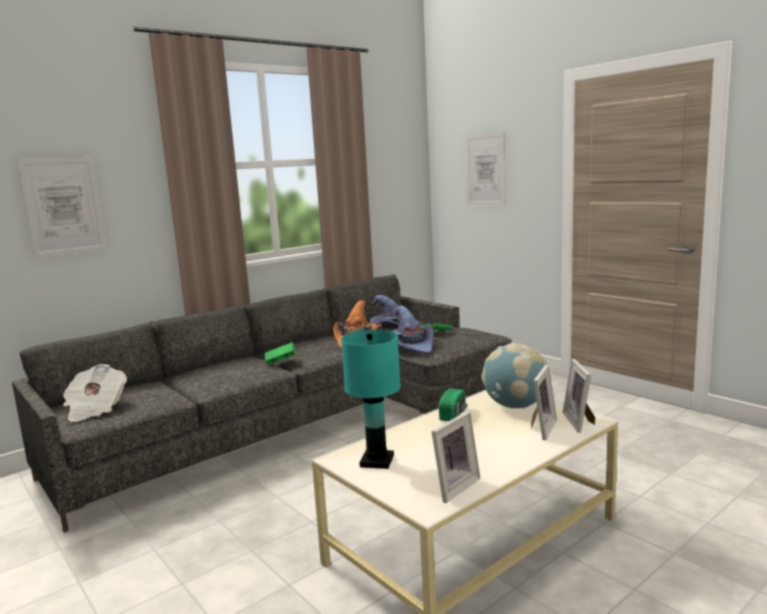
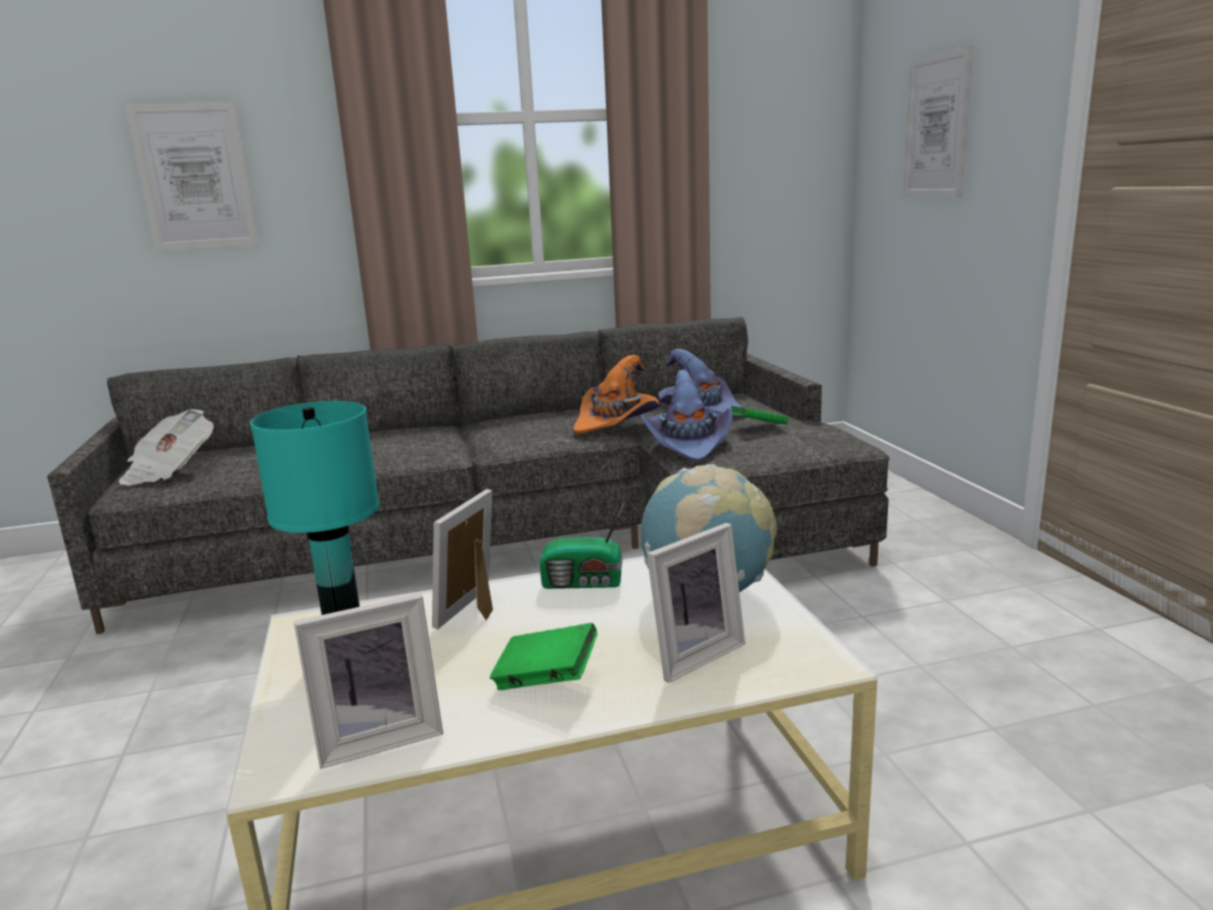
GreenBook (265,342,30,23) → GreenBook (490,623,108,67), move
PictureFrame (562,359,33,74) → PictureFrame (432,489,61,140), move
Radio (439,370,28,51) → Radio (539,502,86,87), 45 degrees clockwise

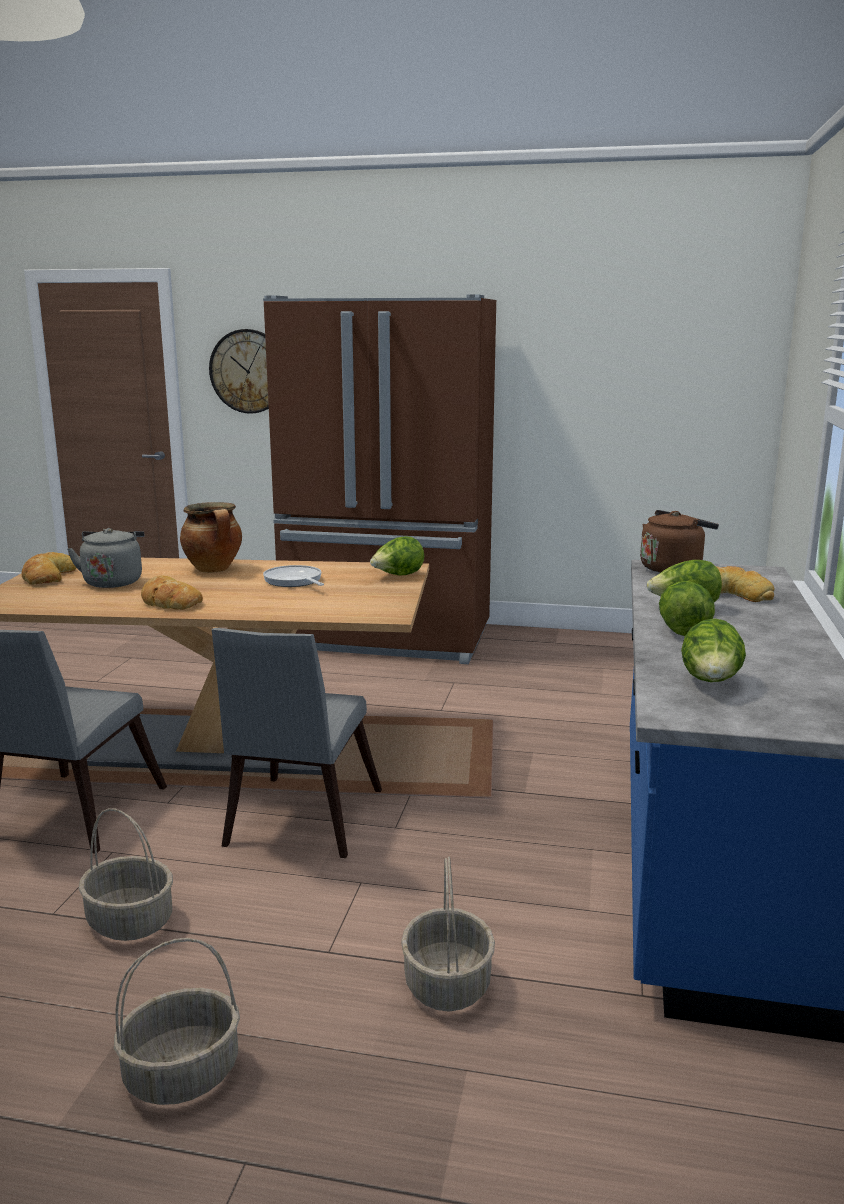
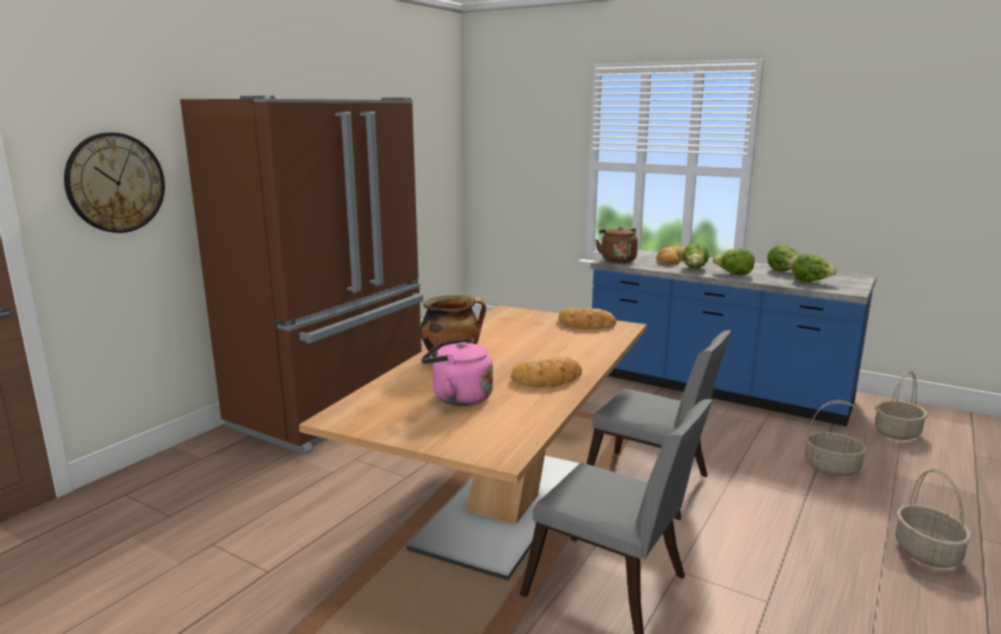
FryingPan (263,565,61,22) → -
Bread (21,552,55,33) → Bread (559,307,57,22), move
Basket (79,808,94,133) → Basket (875,371,52,69), move
Lettuce (370,536,54,39) → Lettuce (767,245,32,26), move
GreyKettle (67,528,77,60) → PinkKettle (421,338,72,68)

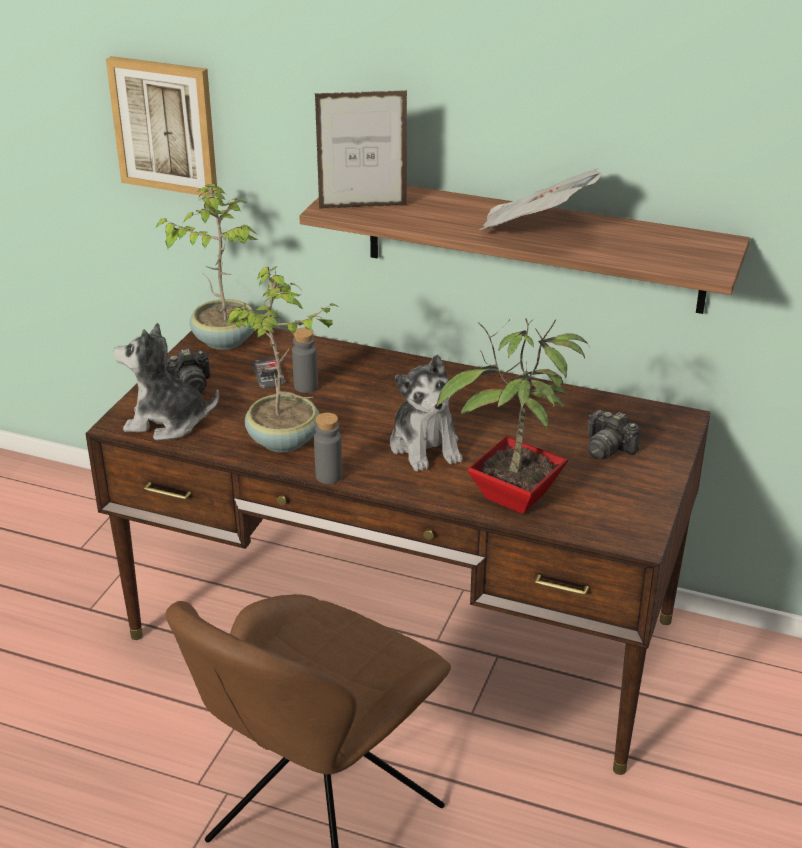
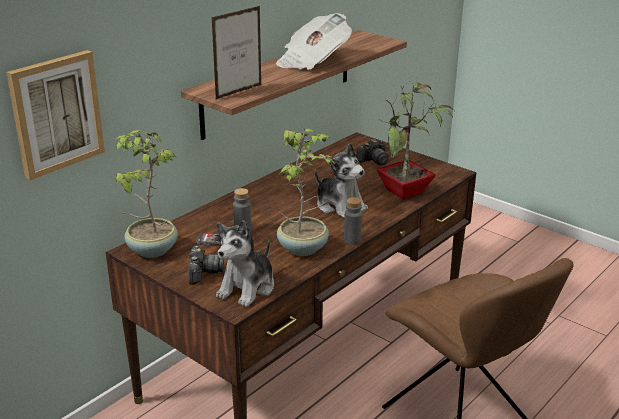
PictureFrame (314,90,93,119) → PictureFrame (212,6,50,93), 150 degrees counterclockwise
PlushToy (390,355,73,116) → PlushToy (315,143,53,75), 45 degrees clockwise

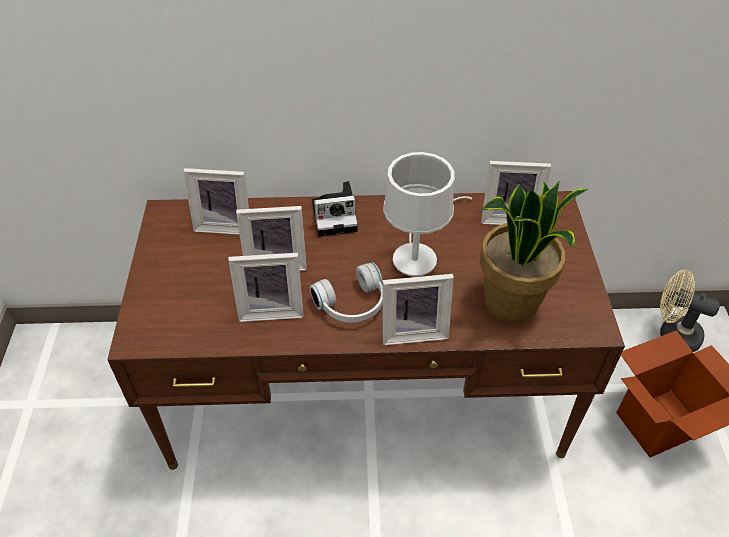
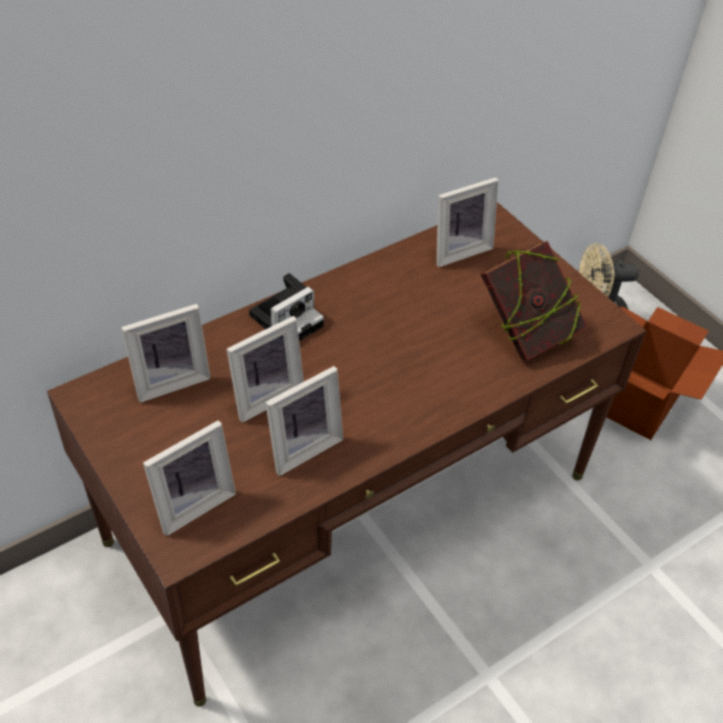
WhiteHeadphones (310,262,73,61) → -
WhiteTableLamp (383,152,89,125) → -
PictureFrame (383,274,71,71) → PictureFrame (143,420,93,116), move
PottedPlant (480,181,108,142) → Book (480,241,108,119)

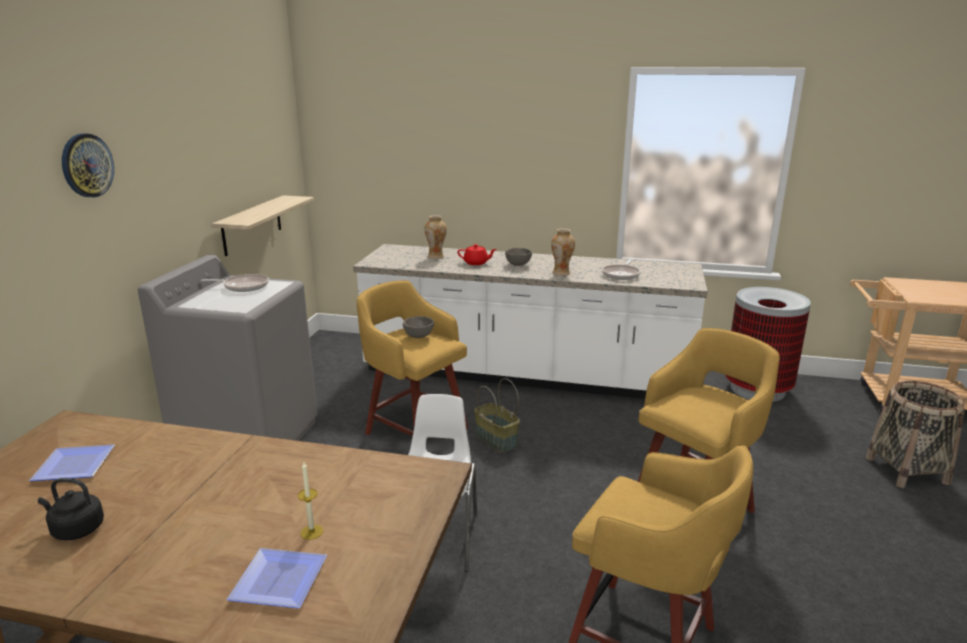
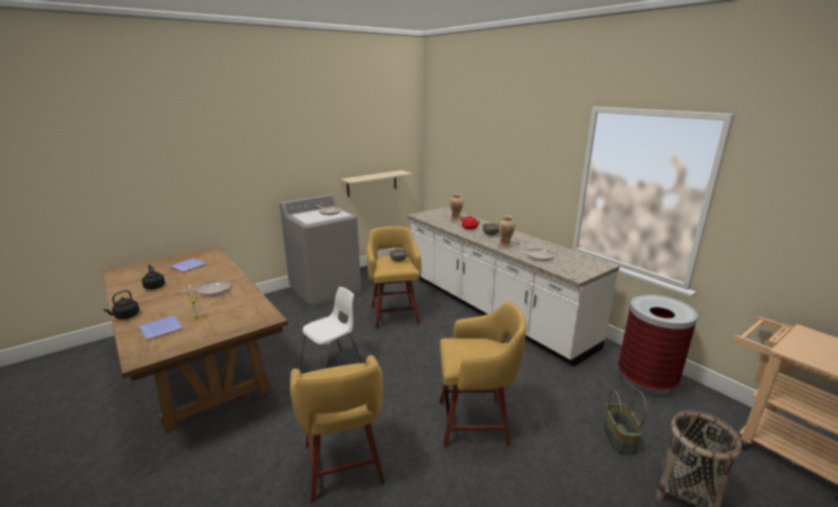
WallClock (62,133,52,64) → -
- → BlackKettle (103,290,36,29)
- → FryingPan (178,280,53,16)
Basket (474,378,46,74) → Basket (603,390,44,64), move

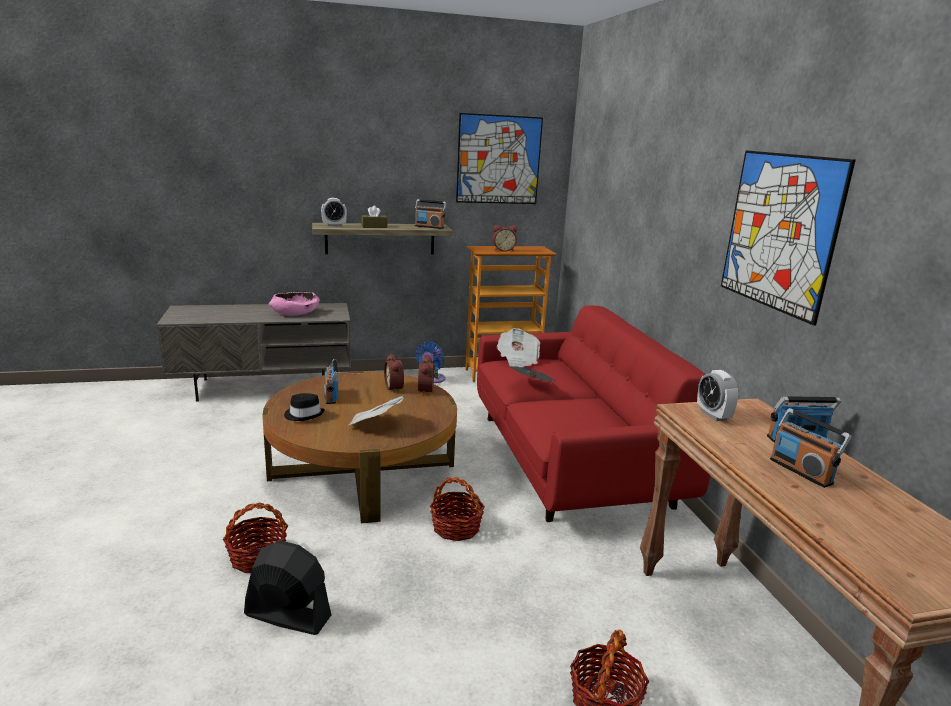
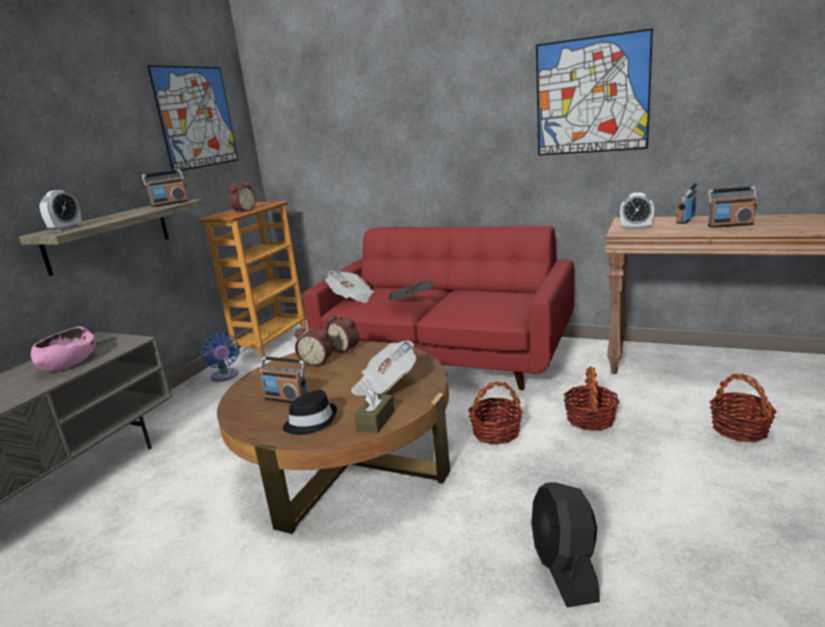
Basket (223,503,65,70) → Basket (563,367,56,64), move
BrownTissueBox (361,205,27,23) → BrownTissueBox (354,387,40,46), move
BlackFan (244,541,88,94) → BlackFan (531,482,69,125), 60 degrees counterclockwise

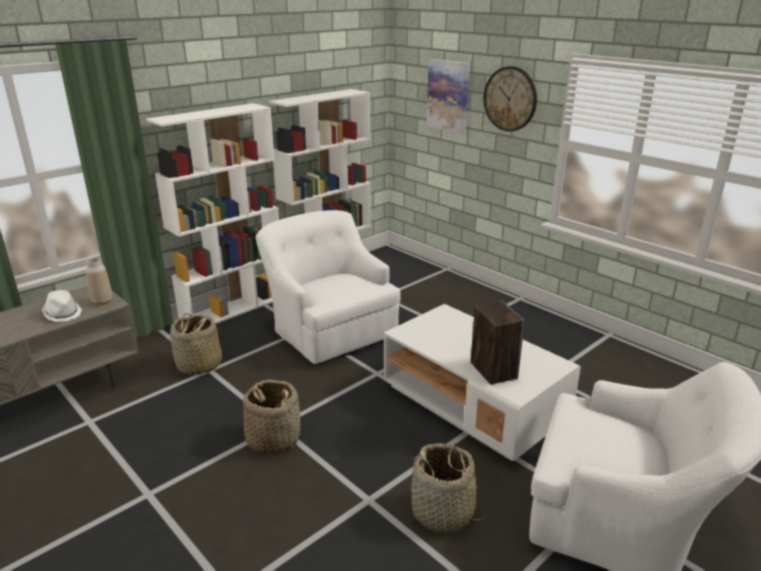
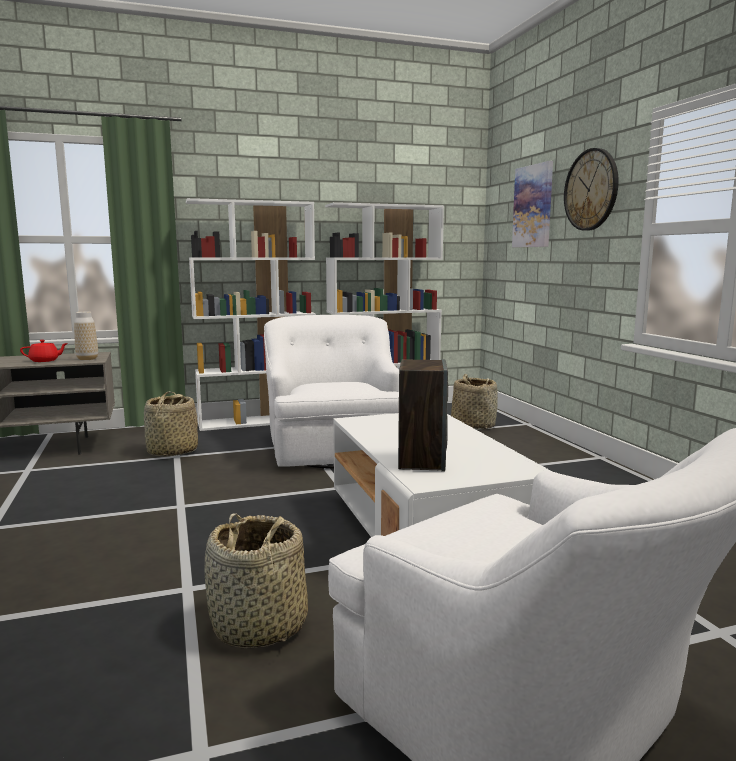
Basket (243,380,57,74) → Basket (451,374,47,56), move
WhiteHat (42,290,40,32) → RedTeapot (20,340,48,22)

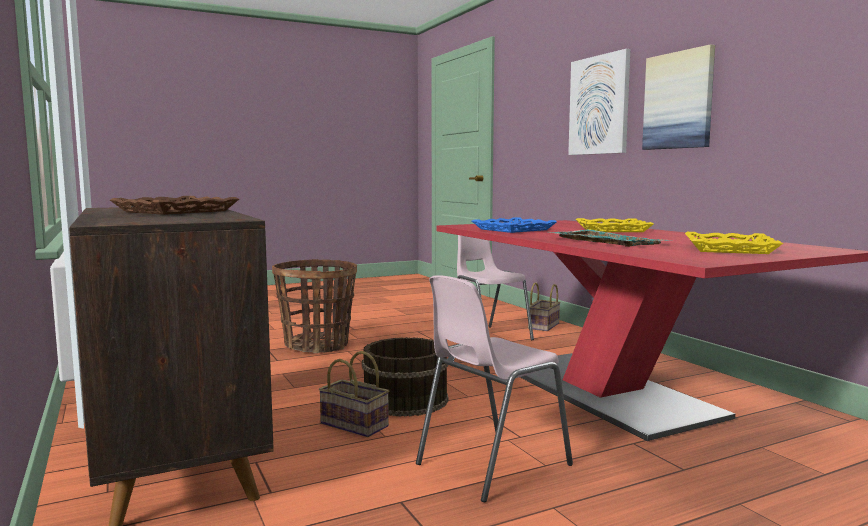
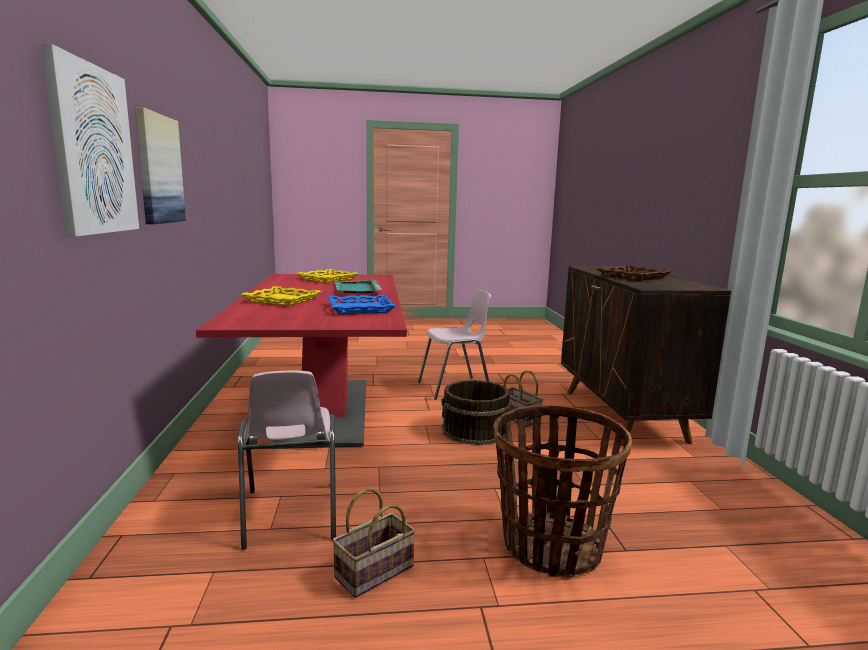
Basket (528,283,33,48) → Basket (332,488,84,110), move

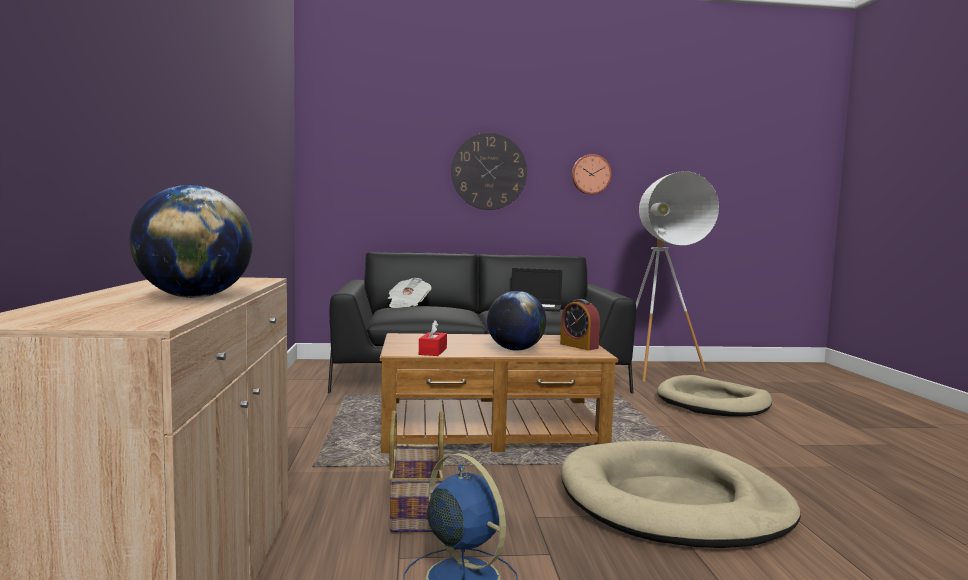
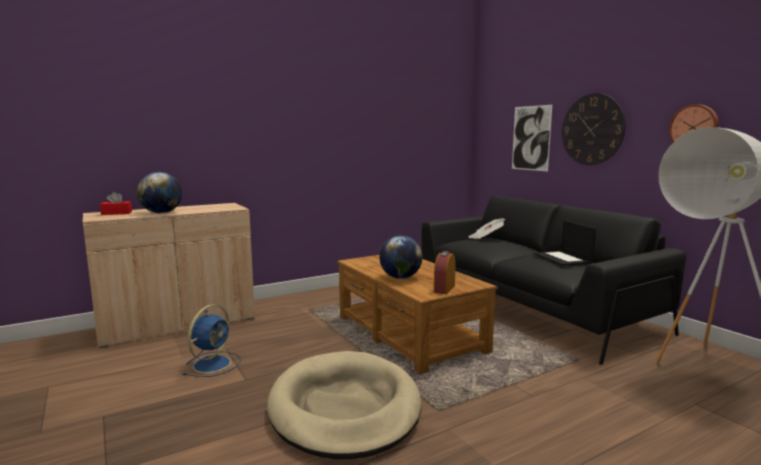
Basket (389,411,55,122) → -
BeigeDogBed (657,375,115,42) → -
- → Picture (512,105,41,66)
RedTissueBox (419,320,28,36) → RedTissueBox (100,192,32,23), move

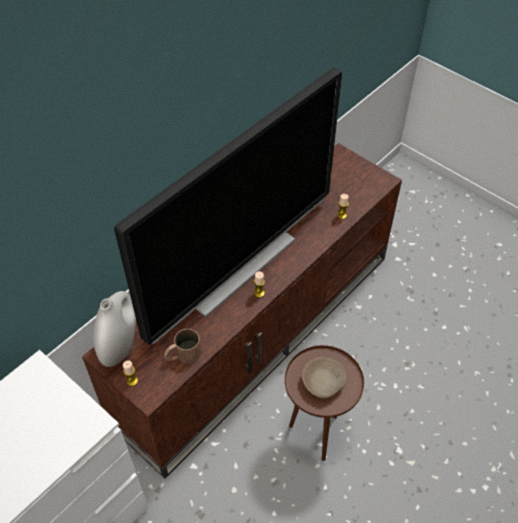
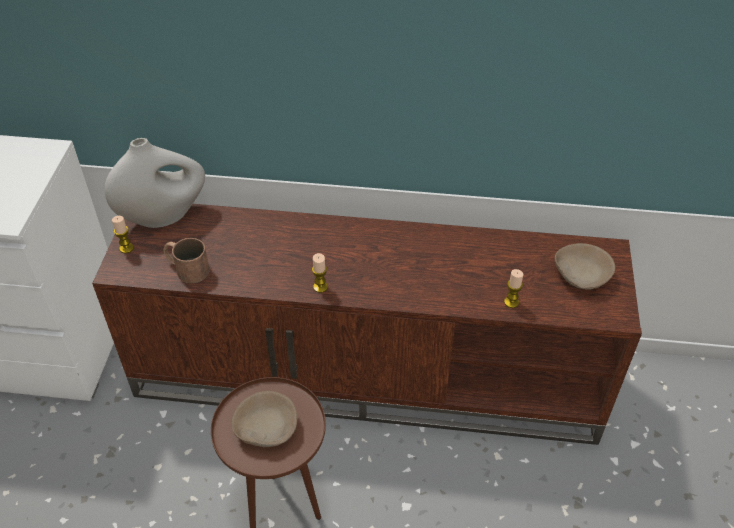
Television (114,68,228,277) → -
- → BeigeBowl (555,243,60,46)

